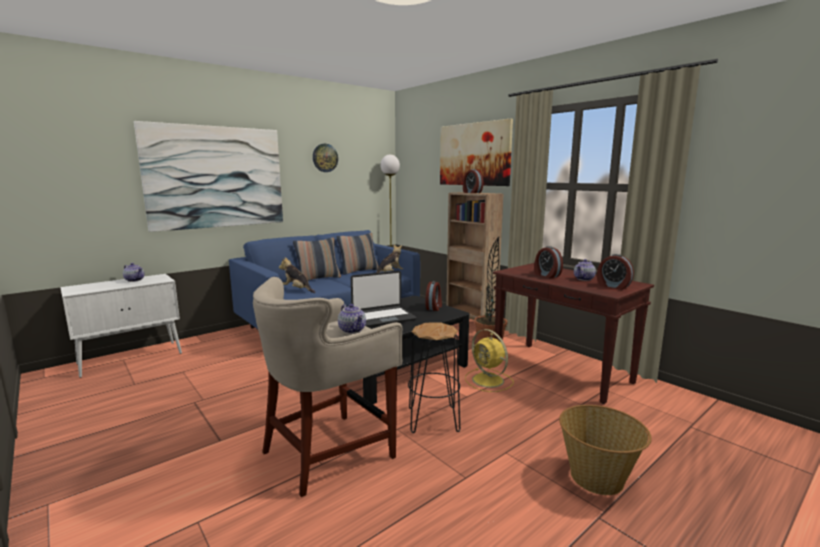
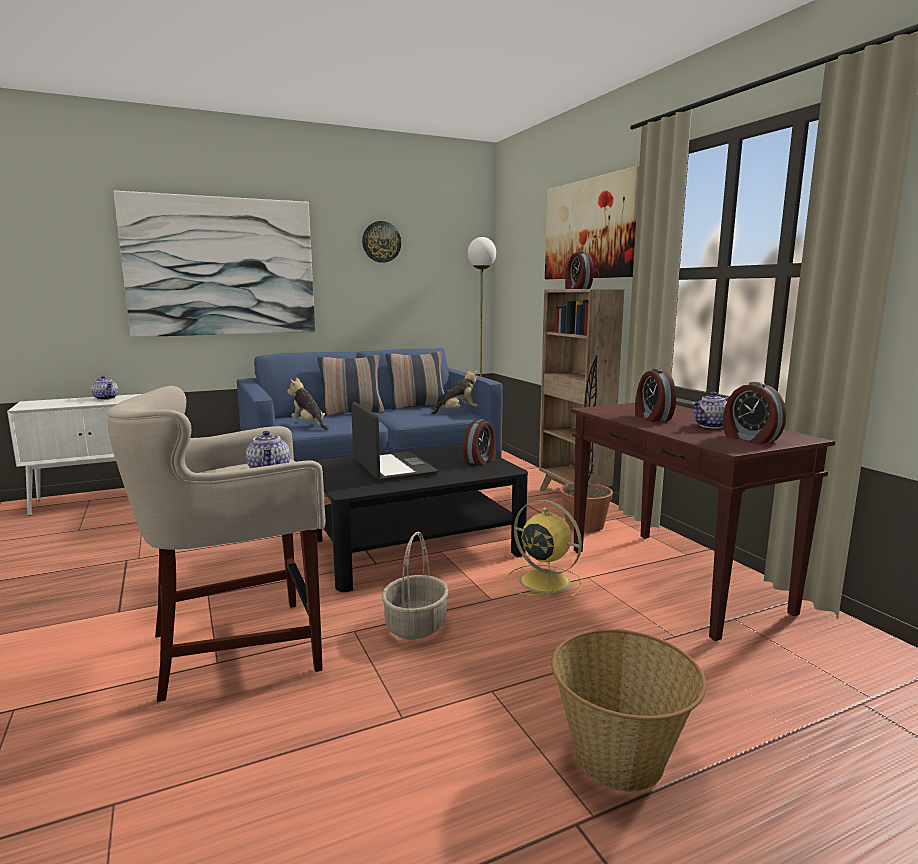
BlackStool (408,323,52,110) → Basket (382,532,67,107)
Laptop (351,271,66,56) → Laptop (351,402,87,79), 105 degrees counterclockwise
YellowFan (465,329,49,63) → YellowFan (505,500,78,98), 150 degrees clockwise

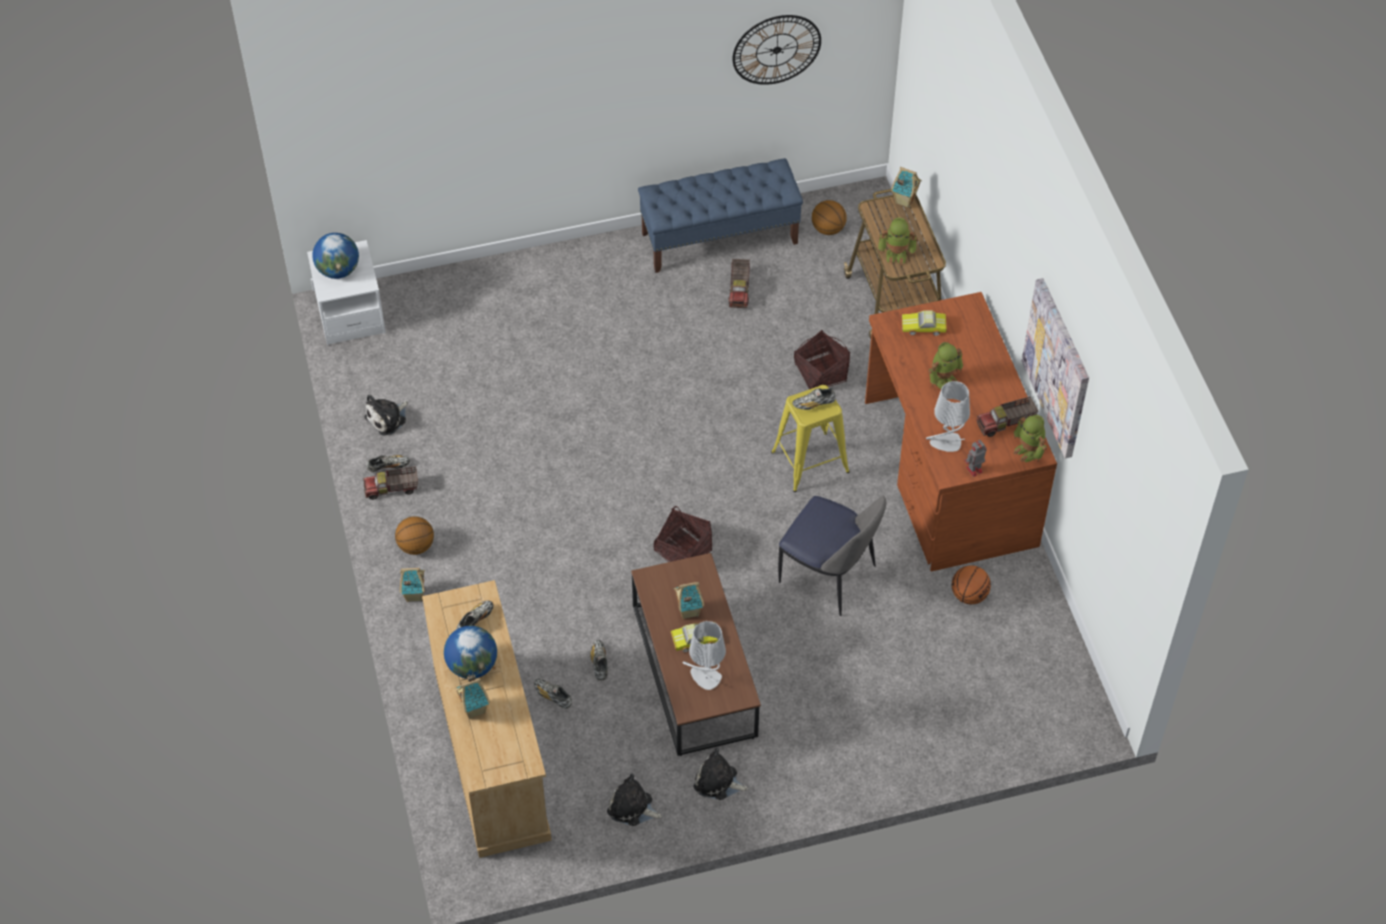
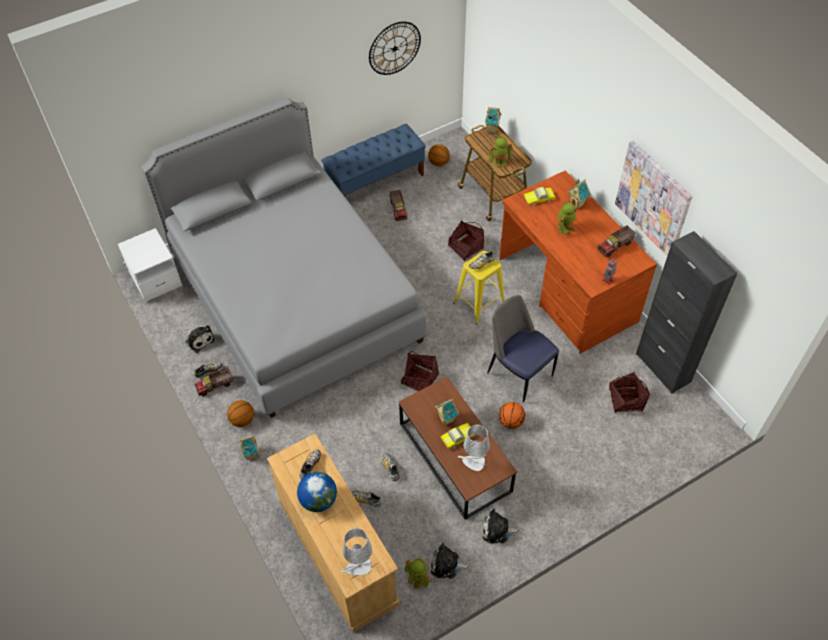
Globe (312,233,47,46) → -
- → GreyBed (141,97,285,321)
- → Basket (609,372,41,41)
- → BlackCabinet (636,231,102,163)
ToyHouse (455,673,35,46) → ToyHouse (567,178,24,31), move
GreyTableLamp (926,381,44,71) → GreyTableLamp (342,528,31,47), move
Basketball (952,565,39,39) → Basketball (499,402,26,27), move
ToyRobot (1013,415,34,47) → ToyRobot (404,558,27,31), move
PlushToy (364,395,44,41) → PlushToy (186,325,28,28), 75 degrees counterclockwise
Chair (778,496,108,120) → Chair (487,295,72,107), 150 degrees counterclockwise

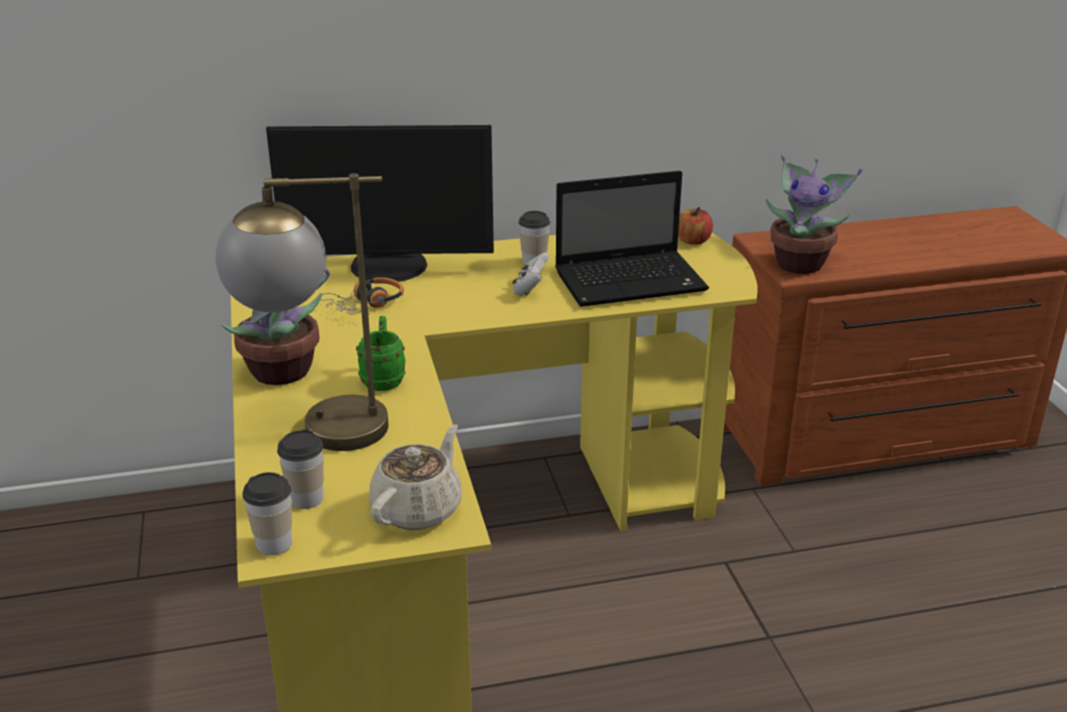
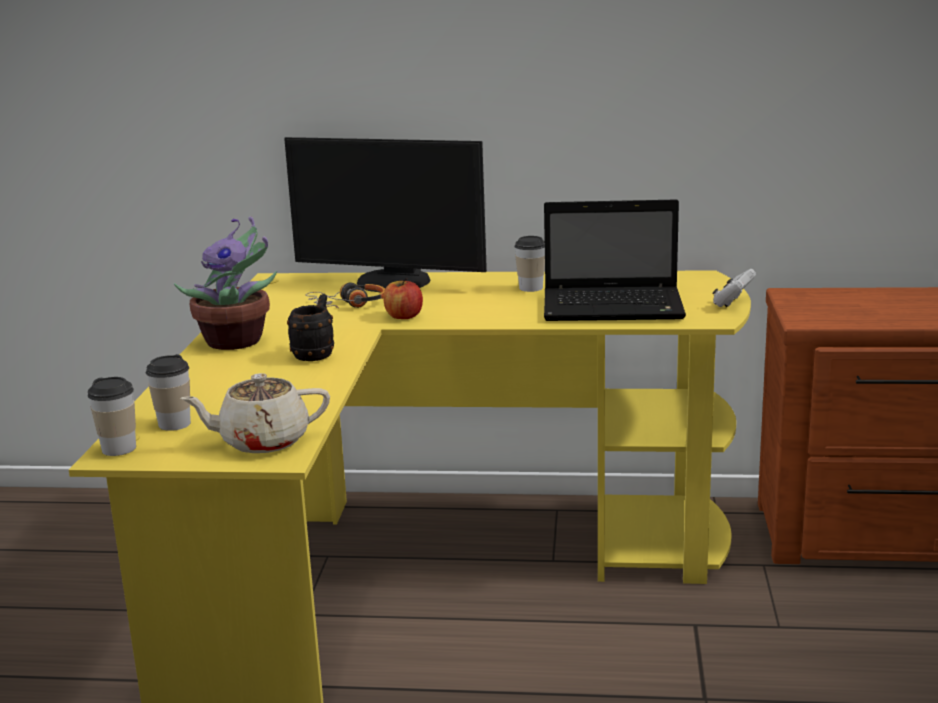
TableLamp (216,173,173,278) → -
PottedPlant (766,154,96,120) → -
WhiteGameController (512,253,37,43) → WhiteGameController (712,269,44,38), move
Apple (678,207,35,38) → Apple (383,278,40,41), move
GreenMug (356,316,50,75) → BlackMug (287,294,47,67)
BeigeTeapot (369,424,93,106) → BeigeTeapot (180,373,150,80), 150 degrees counterclockwise

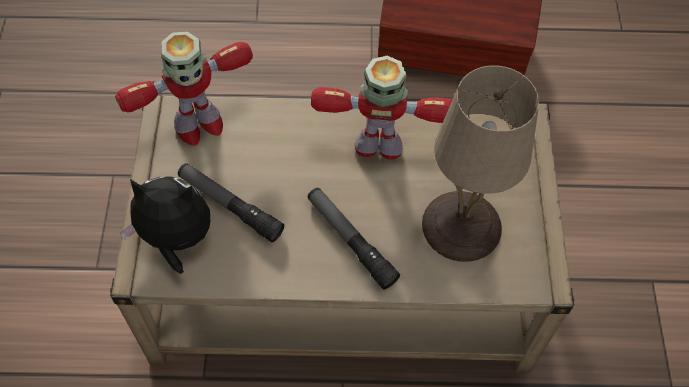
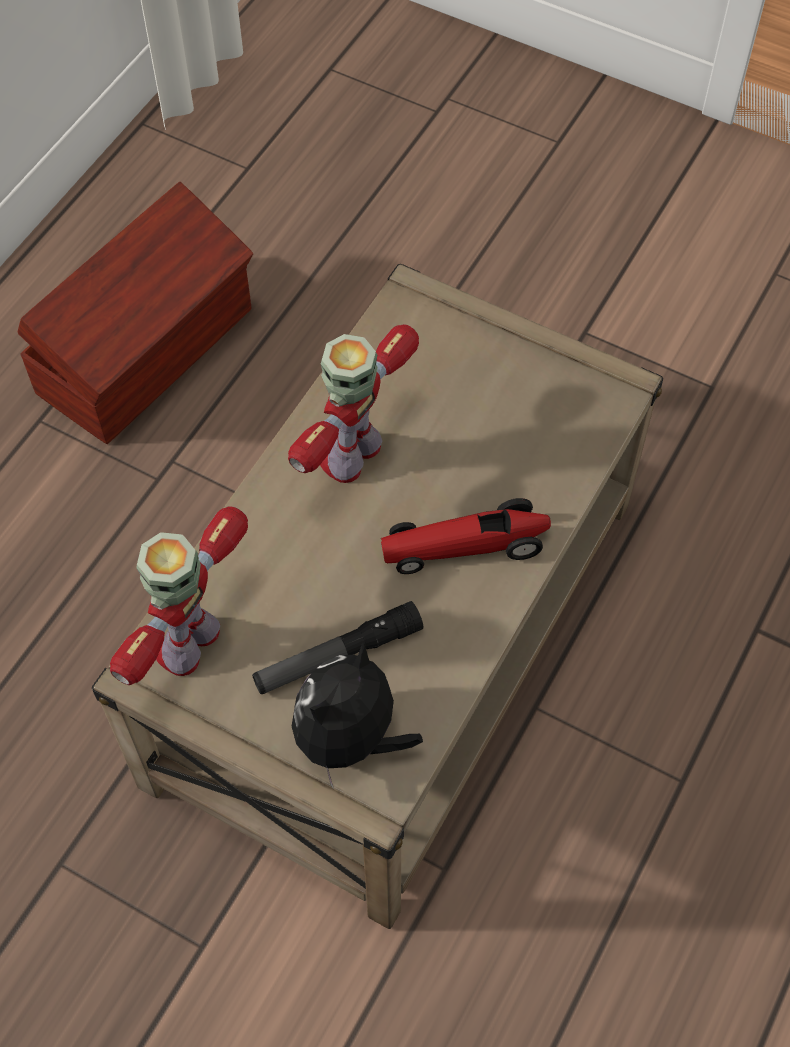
BeigeTableLamp (422,65,117,197) → -
Flashlight (308,188,92,101) → ToyCar (381,498,170,76)
ToyRobot (115,31,138,115) → ToyRobot (110,506,138,179), 150 degrees counterclockwise

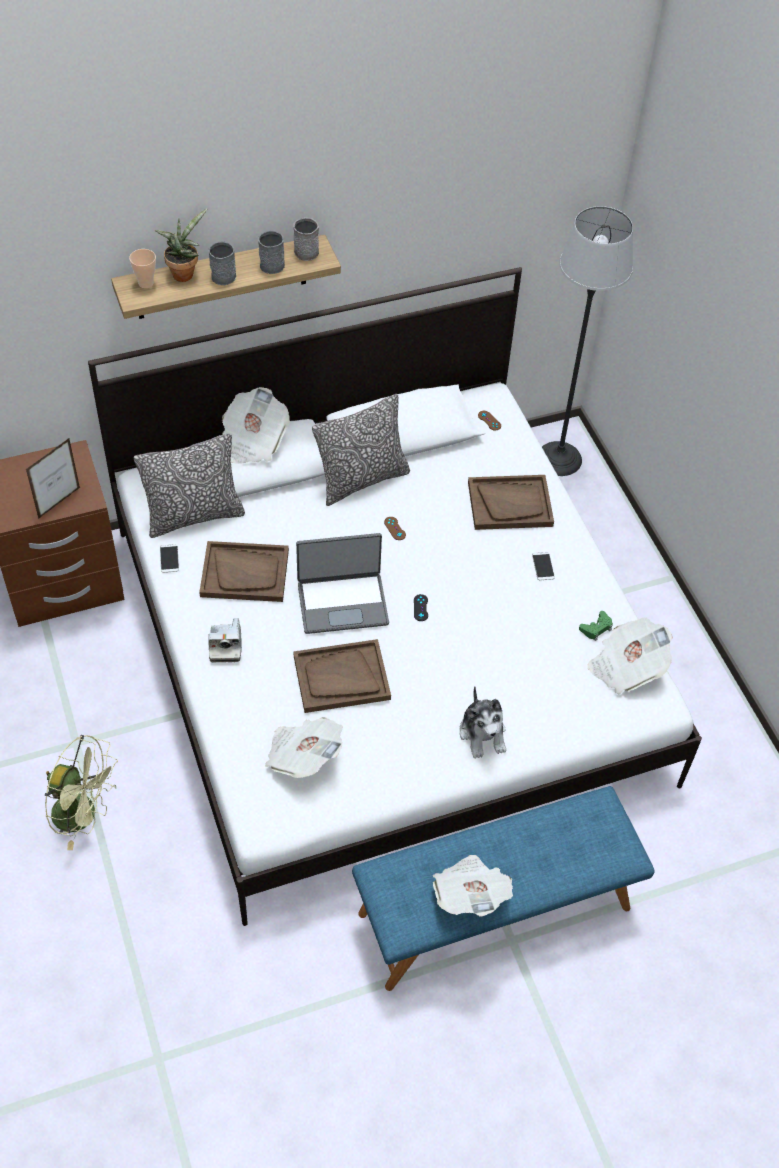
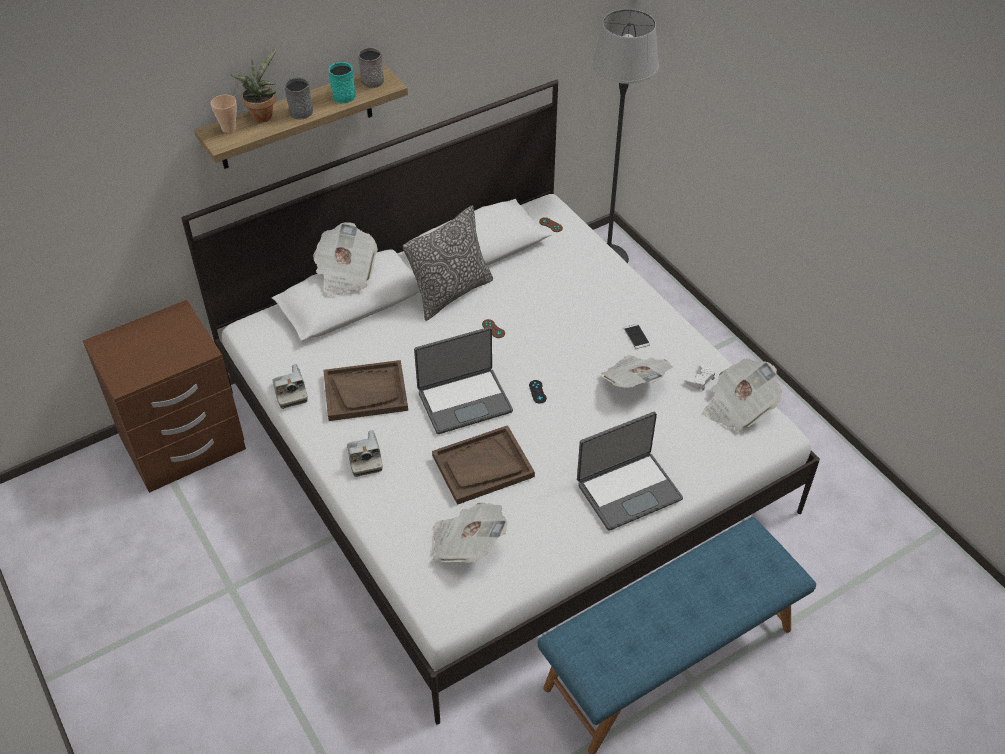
PictureFrame (26,438,54,81) → -
GreenFan (45,735,73,115) → -
Pillow (134,433,111,105) → -
BrownTray (468,475,86,55) → -
Newspaper (433,855,80,62) → Newspaper (601,355,72,33), move
Phone (160,544,19,29) → PhotoCamera (273,364,35,45)
PlushToy (459,686,47,73) → Laptop (577,412,106,119)
GreyMug (258,230,27,44) → TurquoiseMug (328,62,28,42)
GreenGameController (579,611,34,30) → WhiteGameController (685,363,30,27)

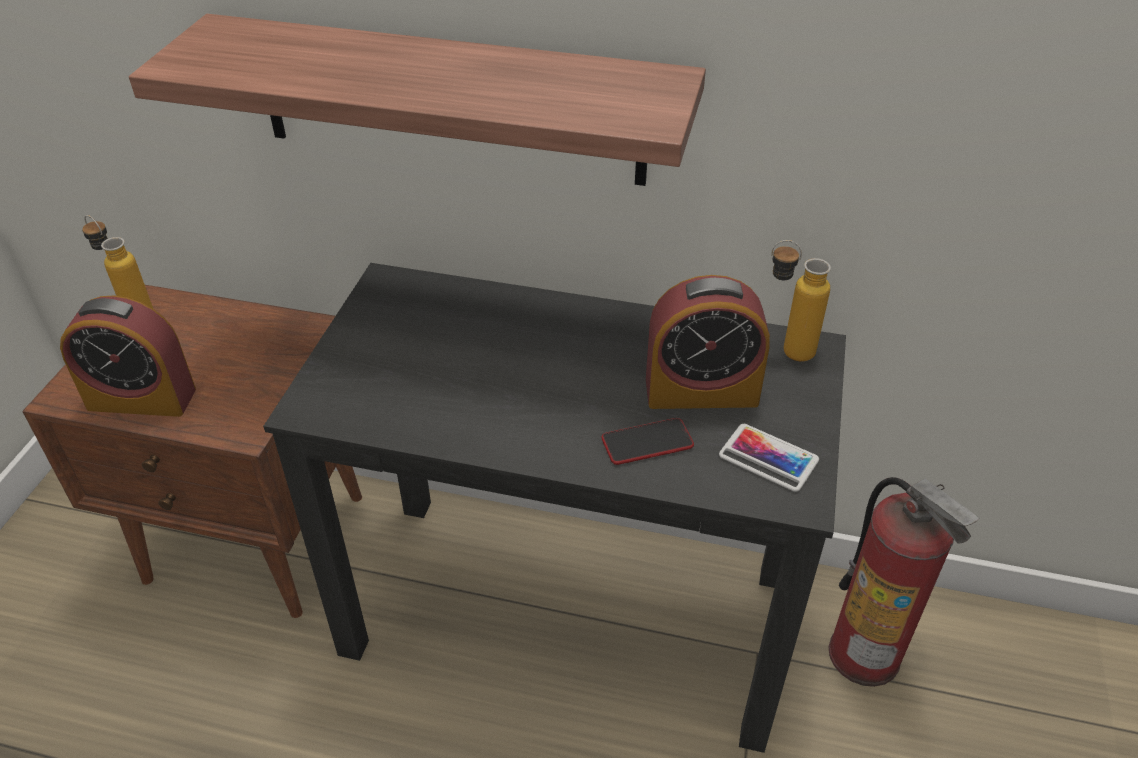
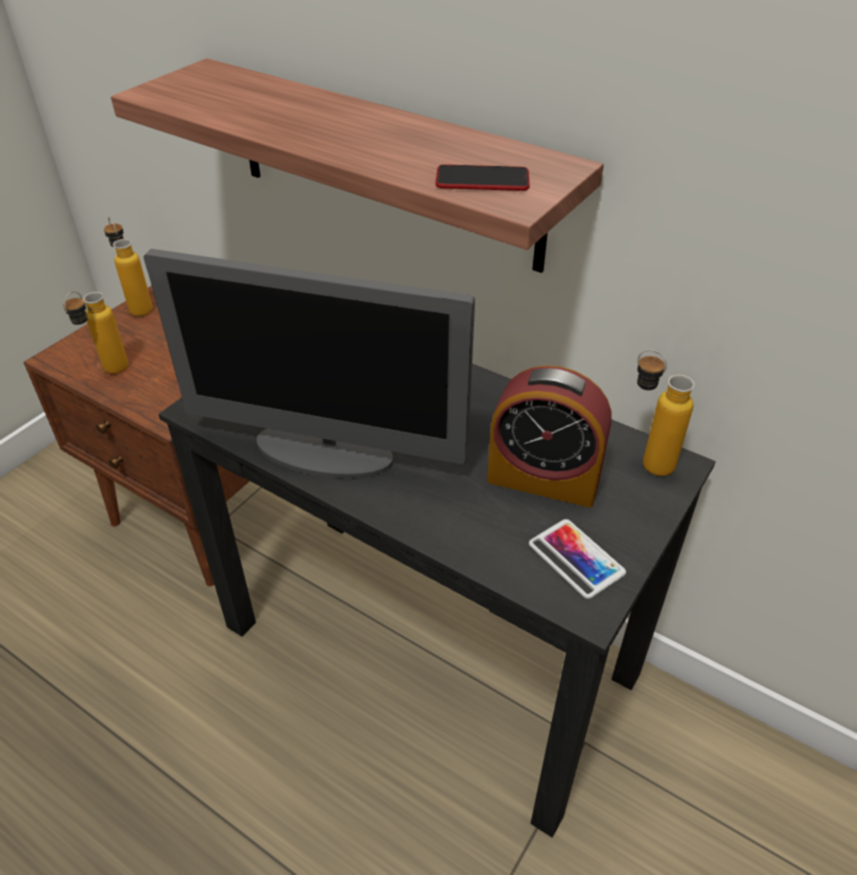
FireExtinguisher (828,477,151,210) → -
- → Monitor (144,249,331,230)
Phone (601,418,93,47) → Phone (435,164,95,27), move
AlarmClock (60,296,136,121) → Bottle (63,291,65,83)

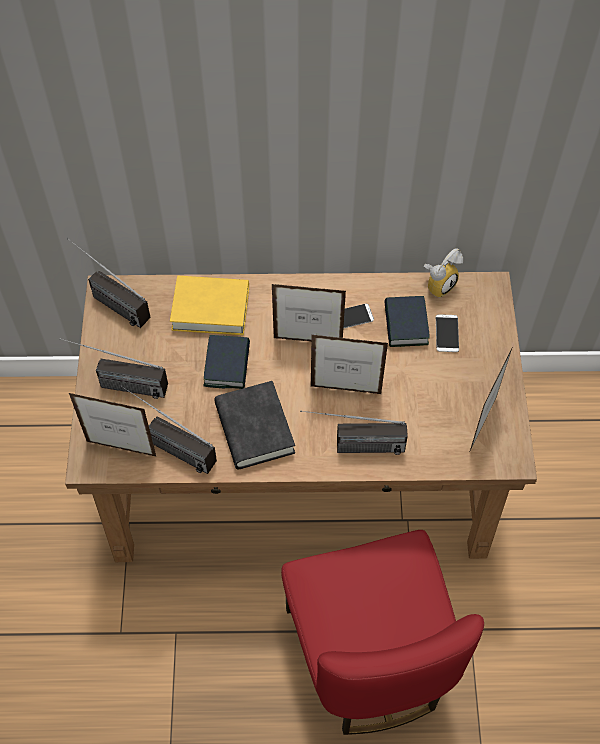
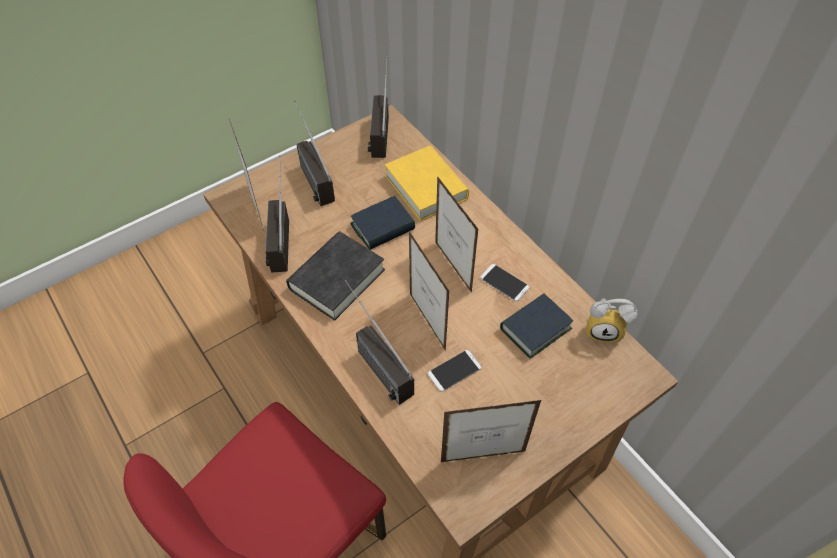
Phone (436,314,23,38) → Phone (428,350,53,42), move

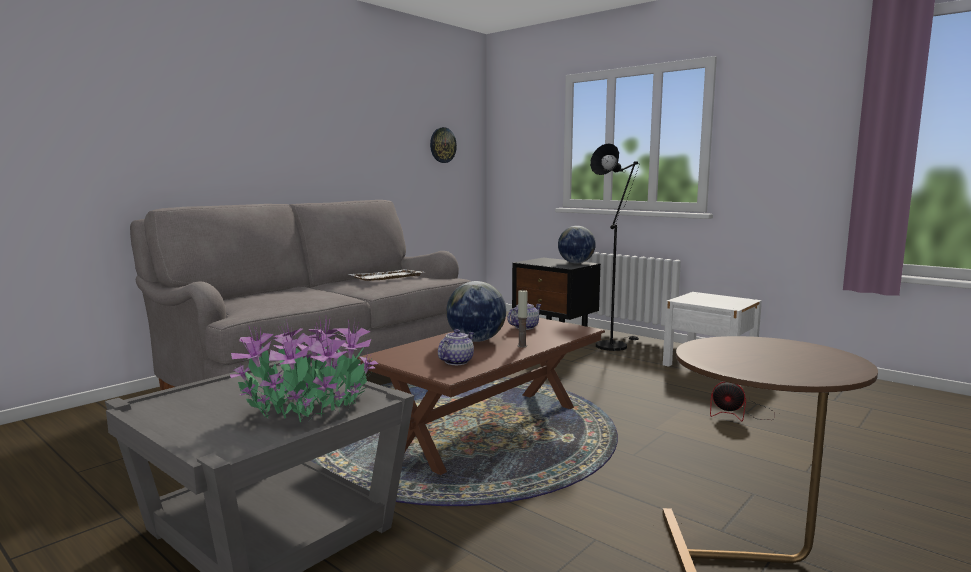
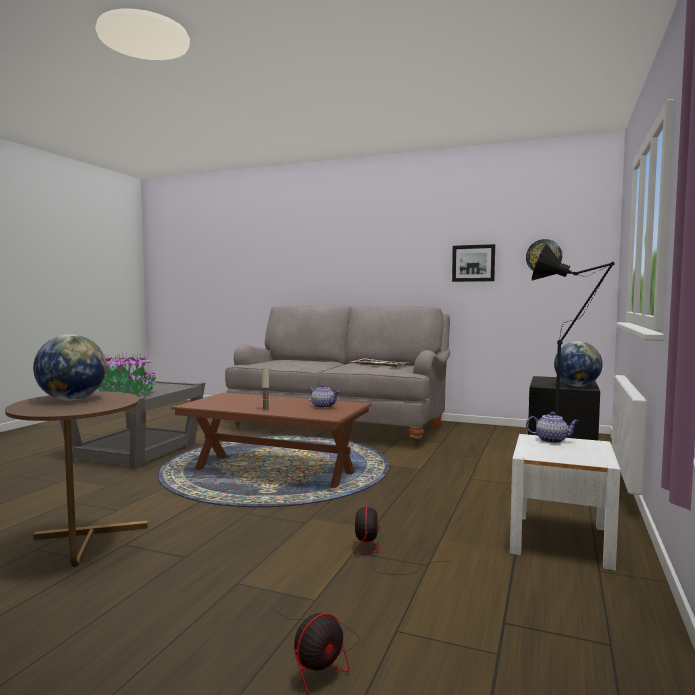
- → Fan (278,612,82,83)
- → Picture (452,244,43,38)
Teapot (438,329,36,36) → Teapot (526,411,52,32), move
Globe (446,281,60,61) → Globe (33,334,73,67), move

